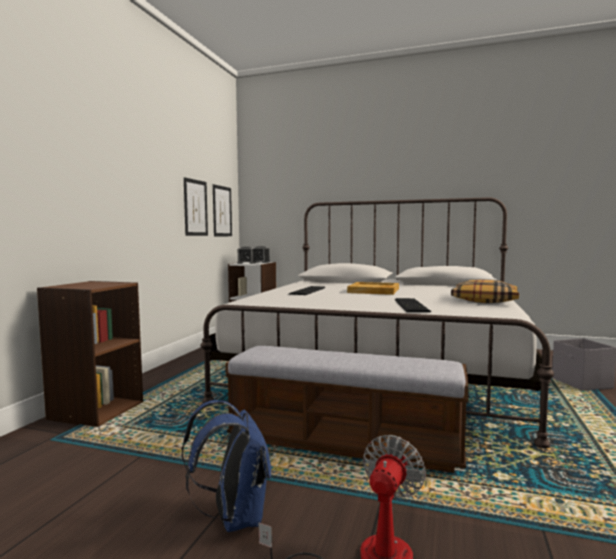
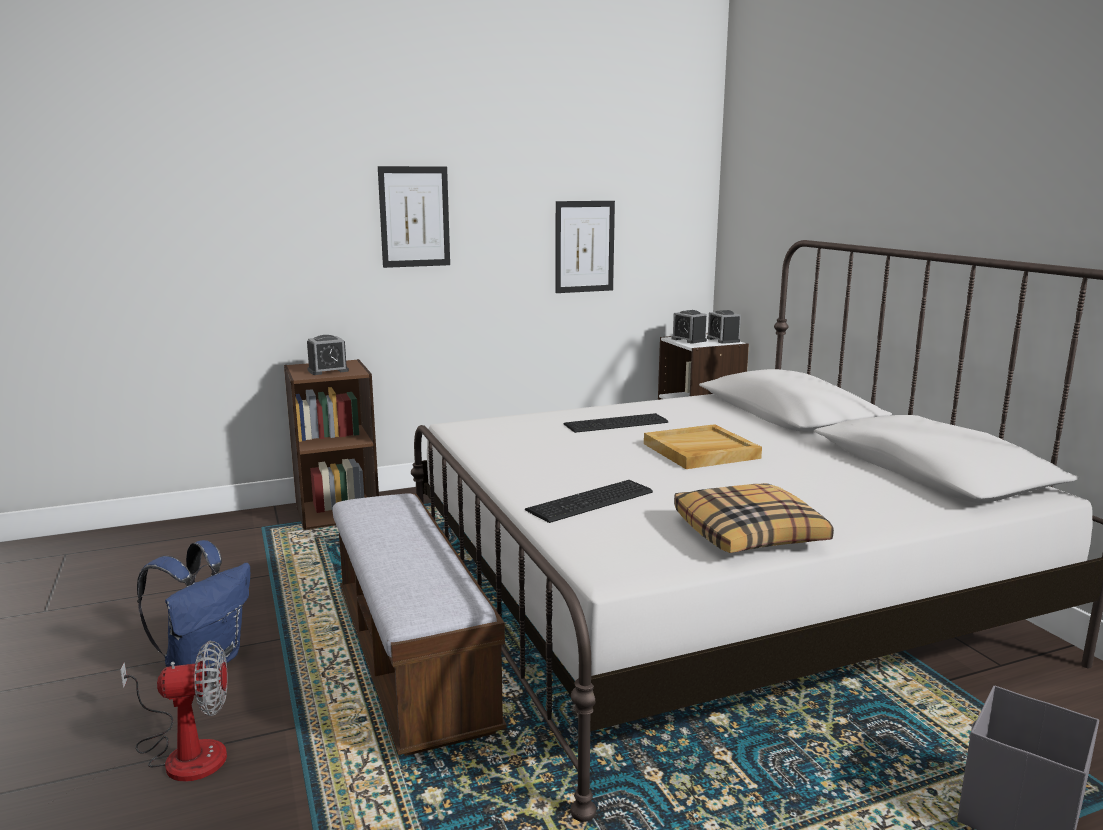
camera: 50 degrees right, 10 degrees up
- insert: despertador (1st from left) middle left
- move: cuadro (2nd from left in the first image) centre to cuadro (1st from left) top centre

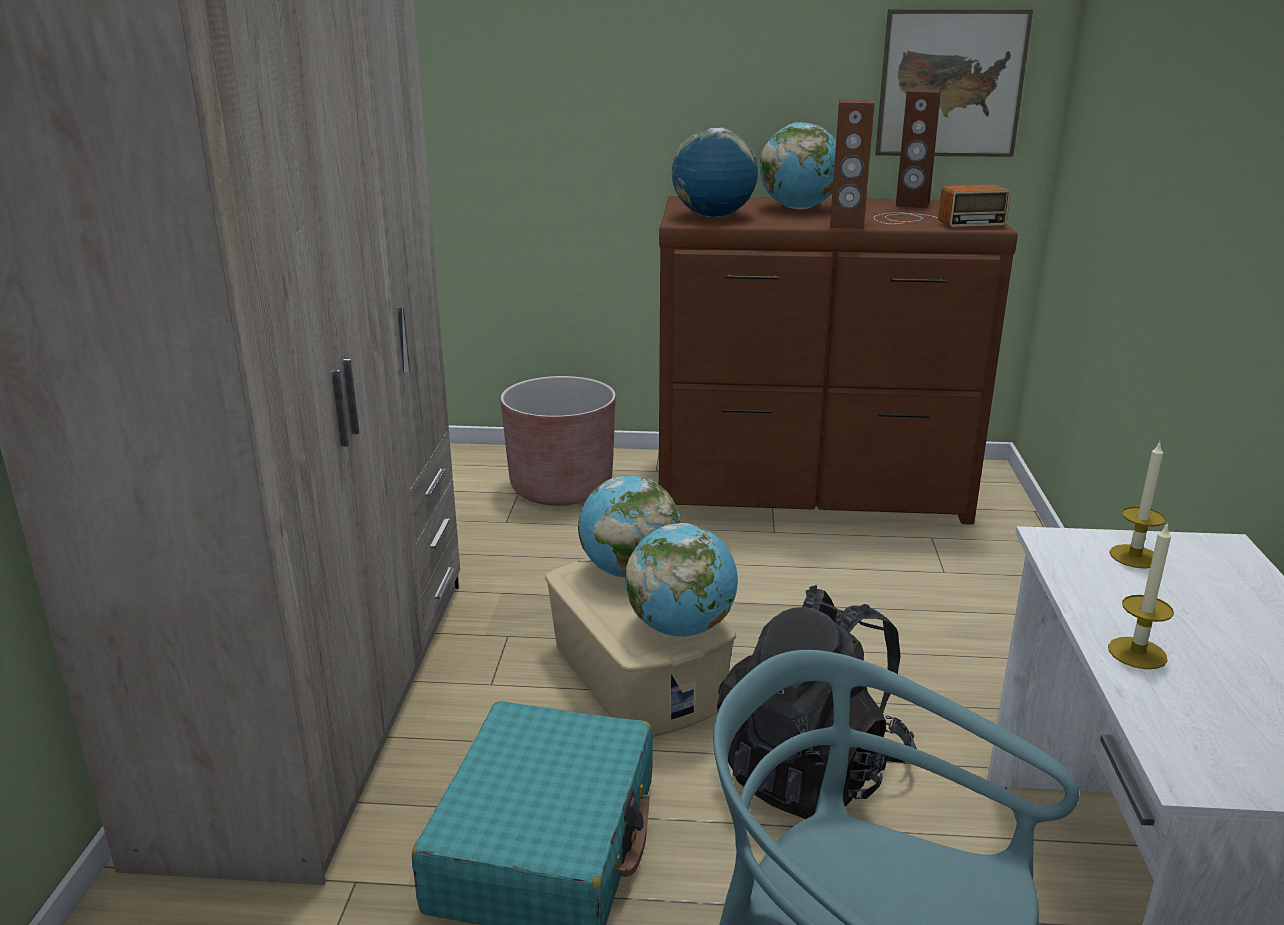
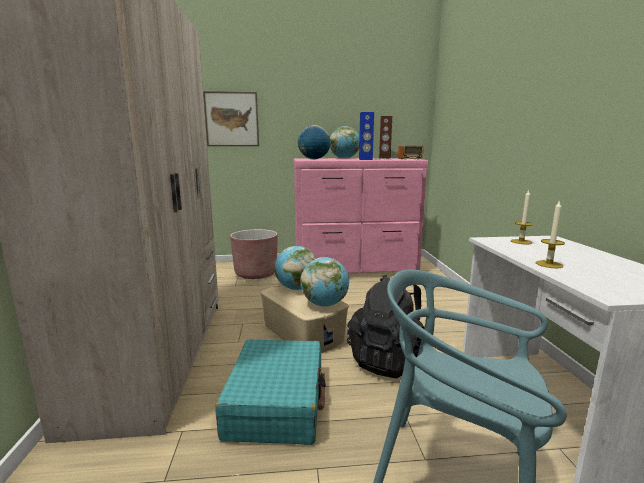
camera: 10 degrees left, 10 degrees down
- move: cuadro top right to top centre
- recolor: cómoda [marrón] centre to cómoda [rosa] centre
- recolor: altavoz [marrón] (1st from left) top centre to altavoz [azul] top centre

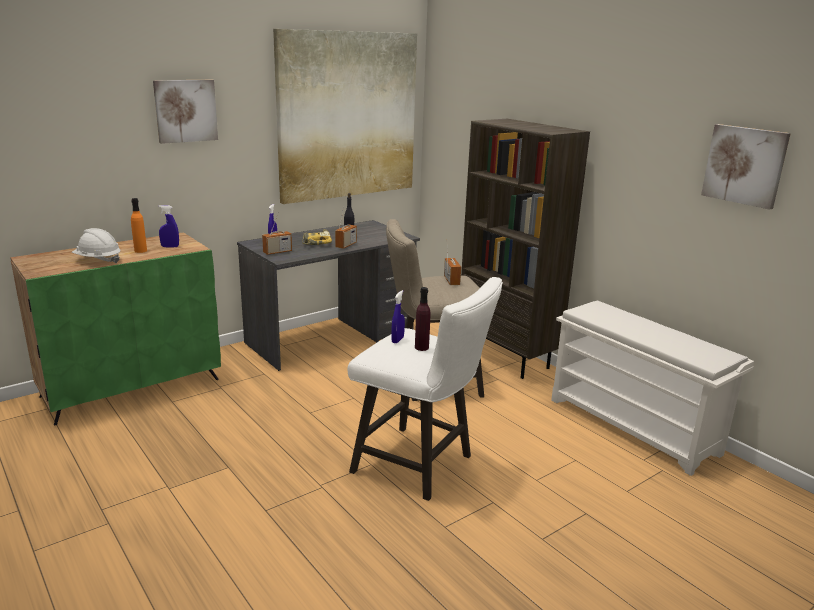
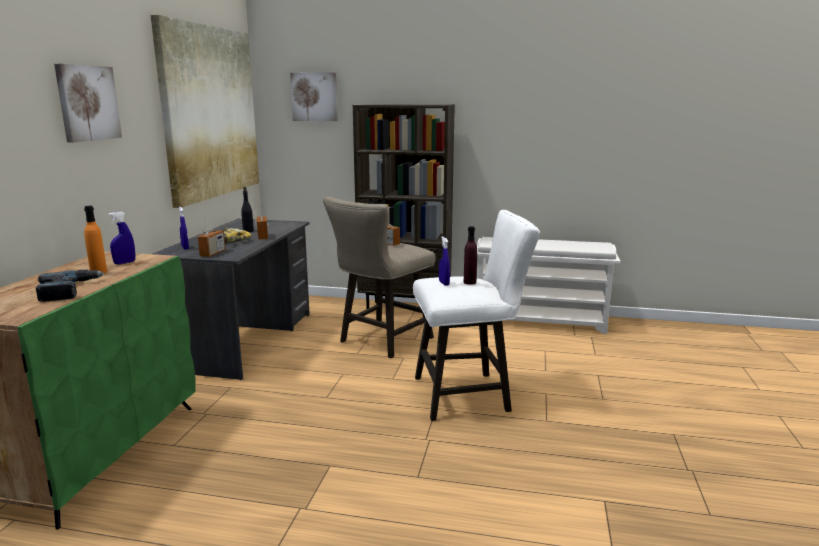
camera: 40 degrees left, 5 degrees down
- move: cuadro (3rd from left) top right to top centre
- replace: casco [blanco] middle left to taladro (1st from left) middle left

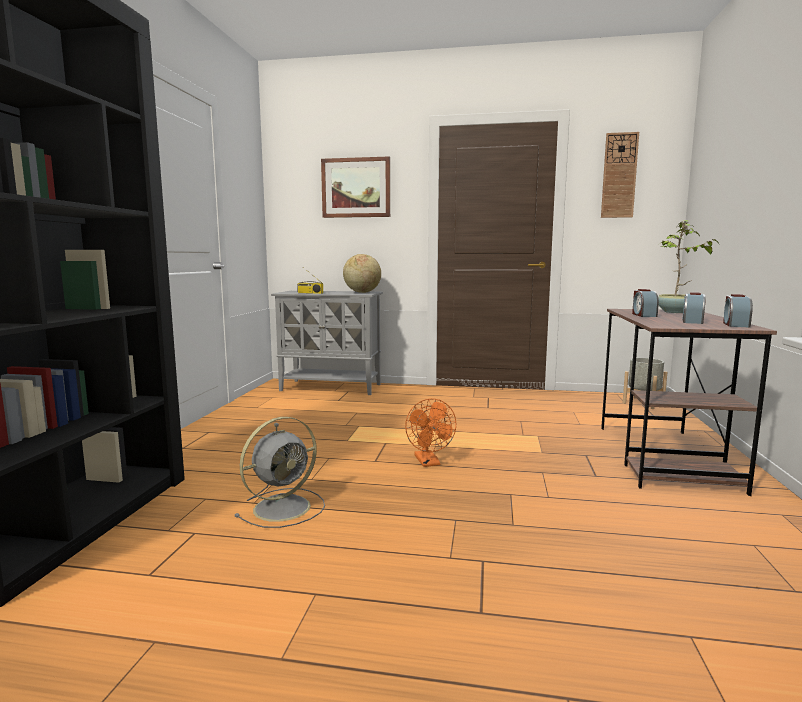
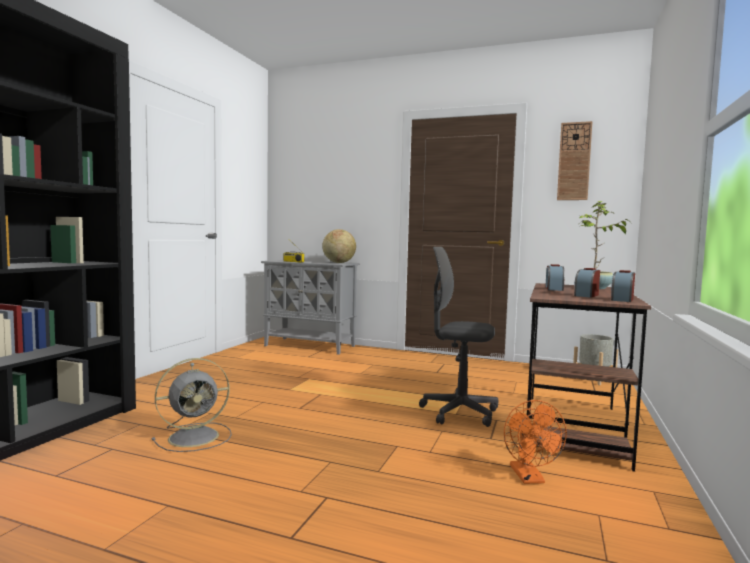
camera: 10 degrees right, 5 degrees down
- delete: cuadro top centre
- insert: silla de oficina [gris] centre
- move: ventilador [naranja] centre to bottom right

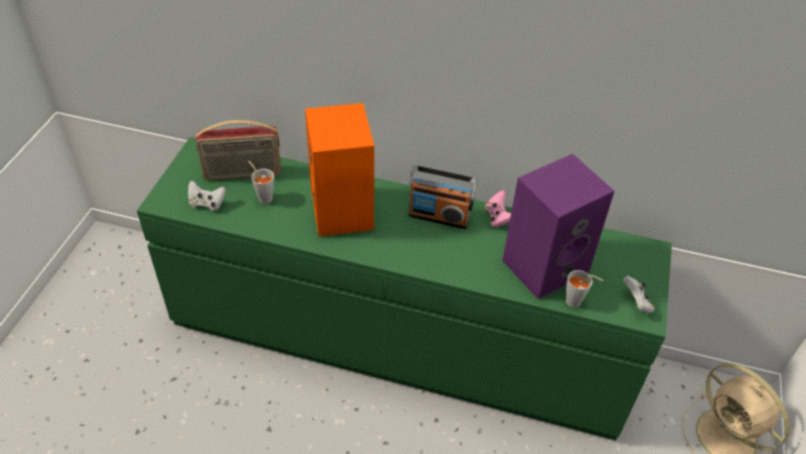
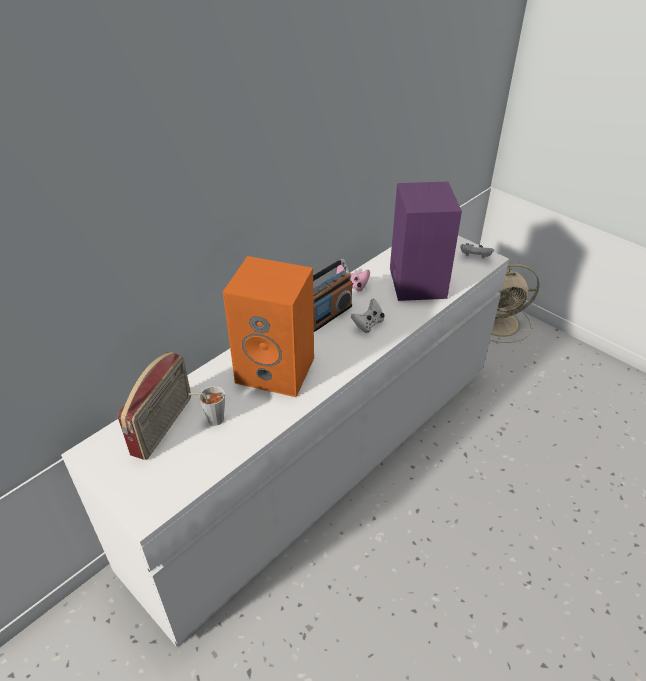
camera: 60 degrees left, 5 degrees down
- delete: taza [gris] (2nd from left) middle right
- move: mando de consola [blanco] (1st from left) middle left to centre
- recolor: cómoda [verde] centre to cómoda [blanco] centre

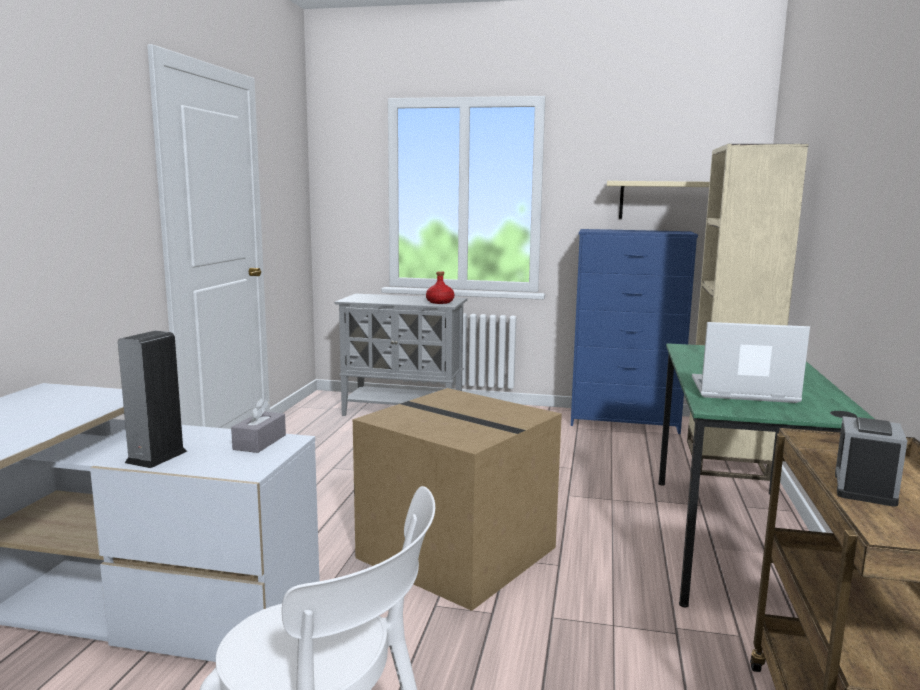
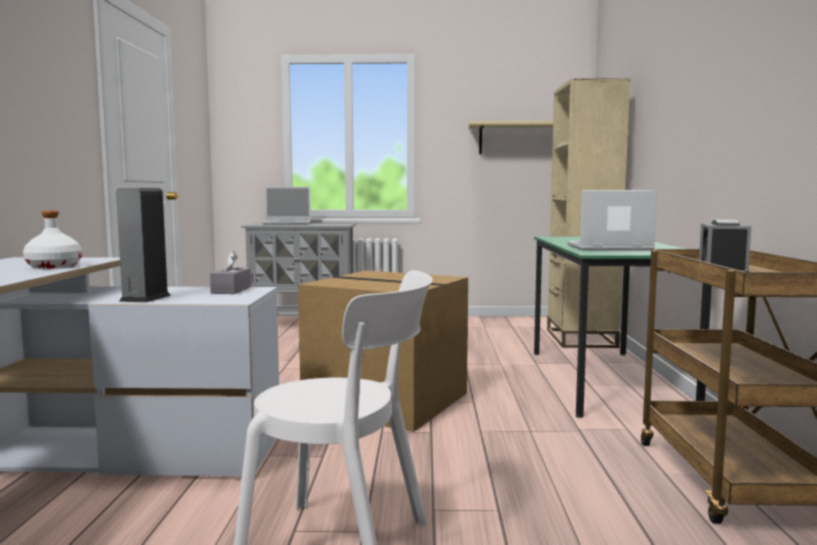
camera: 10 degrees left, 5 degrees down
- delete: botella [rojo] centre
- delete: cómoda [azul] middle right
- insert: botella [blanco] middle left
- insert: portátil (1st from left) centre

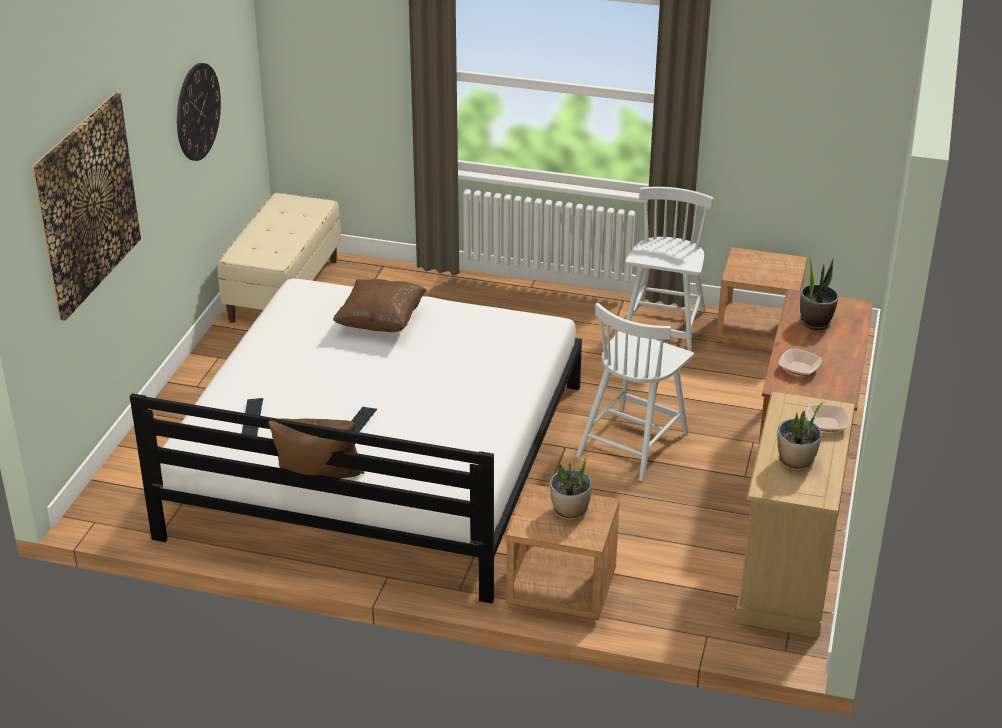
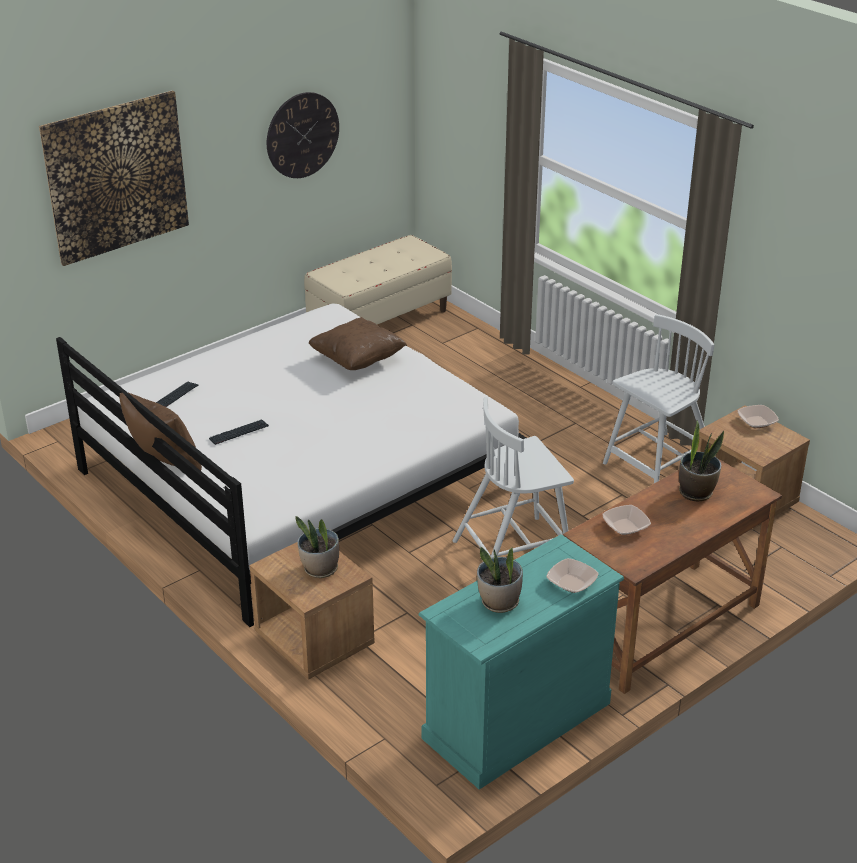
camera: 35 degrees right, 0 degrees up
- insert: cuenco (3rd from left) middle right
- recolor: cómoda [beis] bottom right to cómoda [turquesa] bottom centre

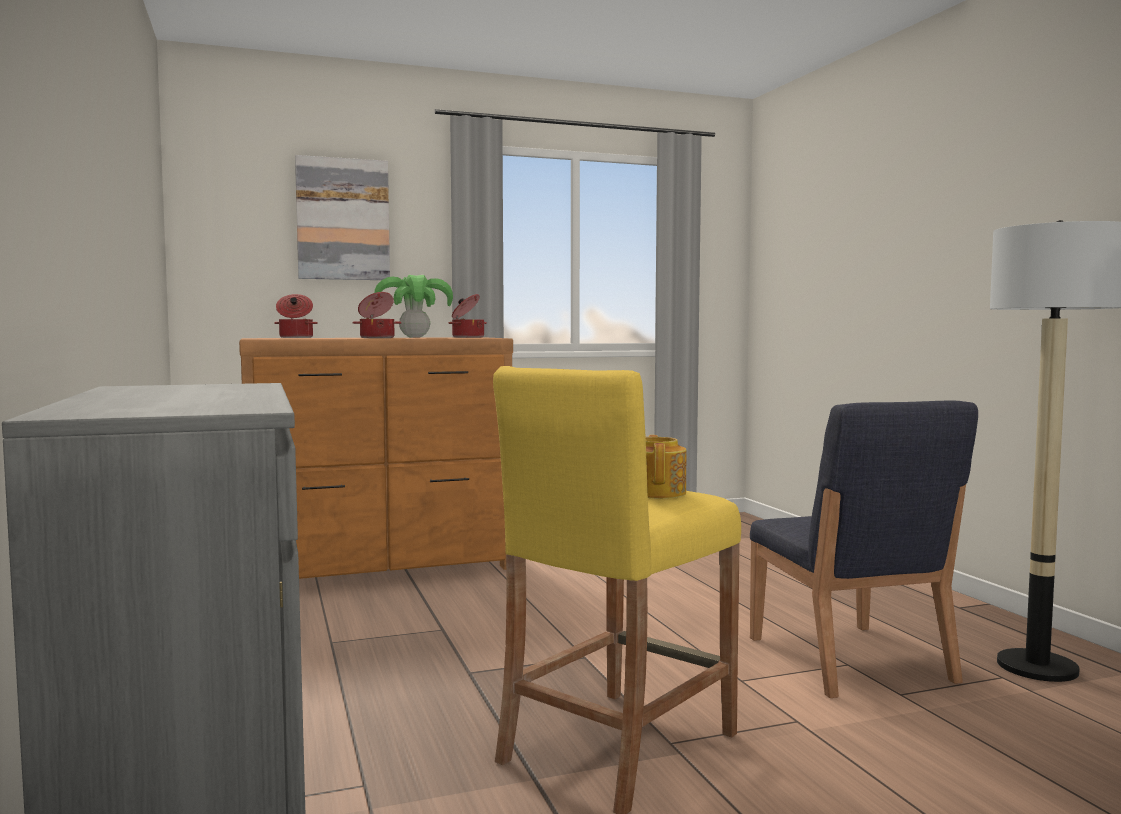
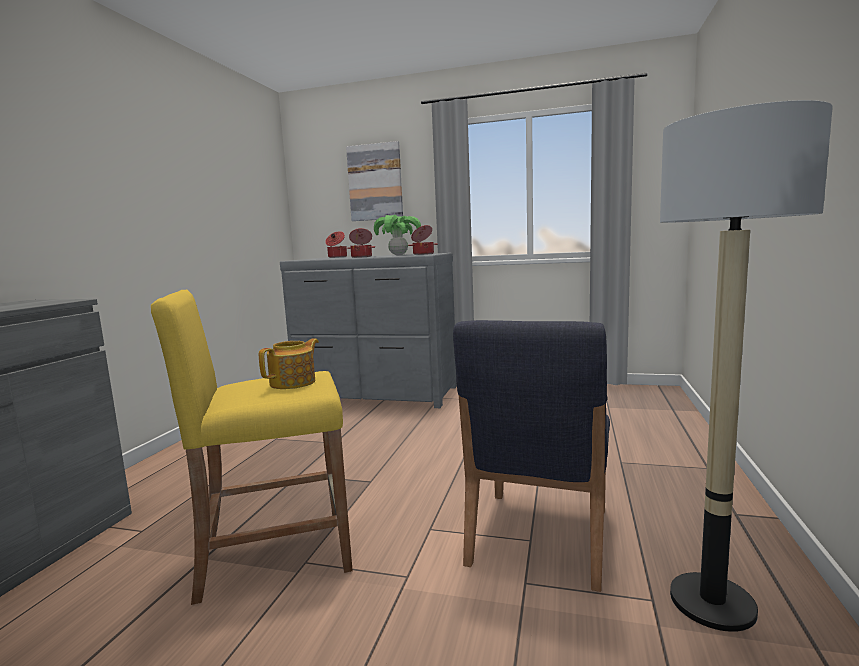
camera: 35 degrees right, 5 degrees up
- recolor: cómoda [marrón] centre to cómoda [gris] centre

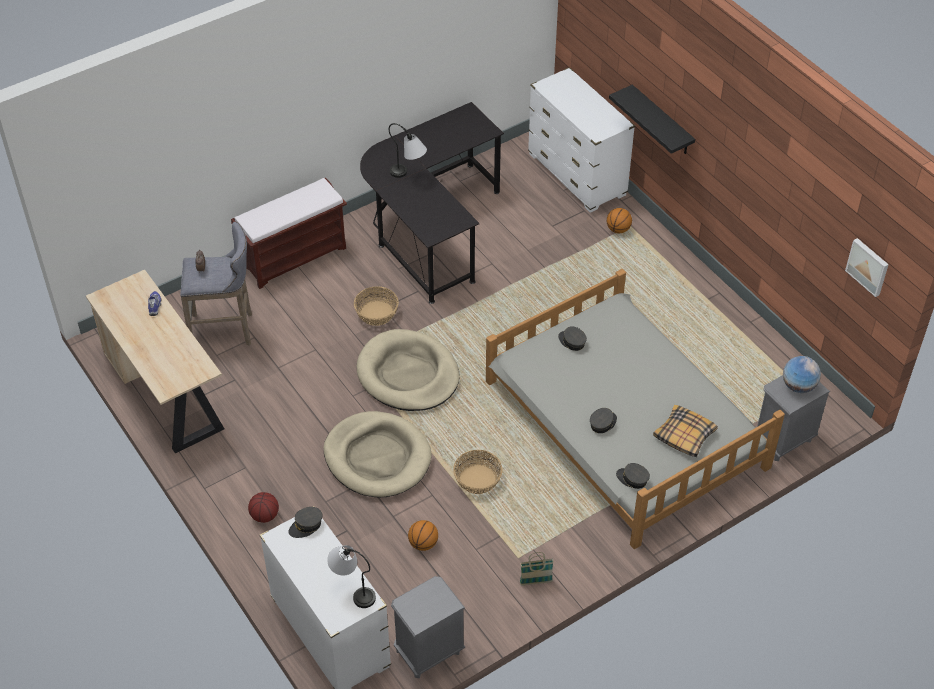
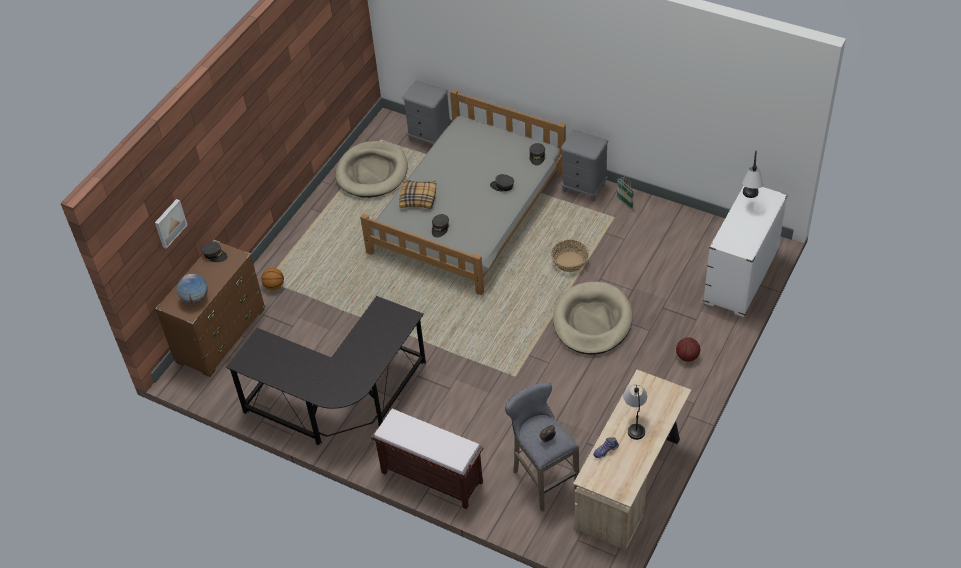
camera: 115 degrees left, 0 degrees up
- delete: cesta (1st from left) centre
- delete: balón de baloncesto (2nd from left) bottom centre
- delete: estante [negro] top right
- move: gorra [gris] (1st from left) bottom left to middle left
- move: cama para perro [beis] (2nd from left in the first image) centre to cama para perro [beis] (1st from left) top centre
- move: lámpara de mesa (2nd from left in the first image) top centre to lámpara de mesa (1st from left) bottom centre
- move: mesita de noche [gris] (1st from left in the first image) bottom centre to mesita de noche [gris] (2nd from left) top centre
- move: cojín middle right to centre
- move: globo terráqueo middle right to middle left
- move: cuadro middle right to middle left
- recolor: cómoda [blanco] (2nd from left) top centre to cómoda [marrón] middle left

